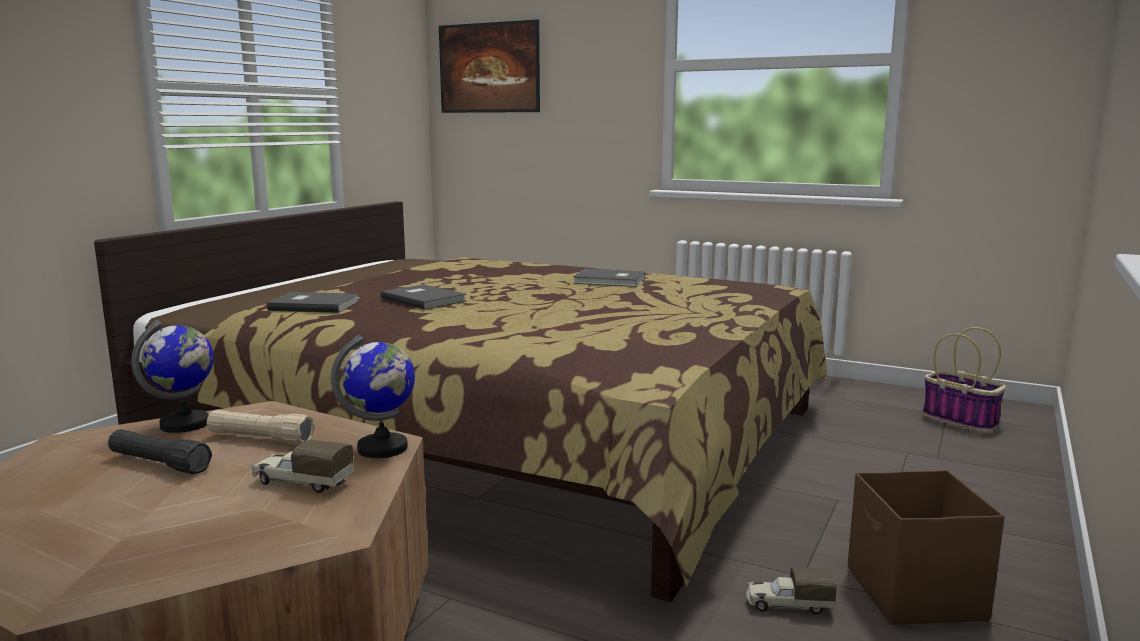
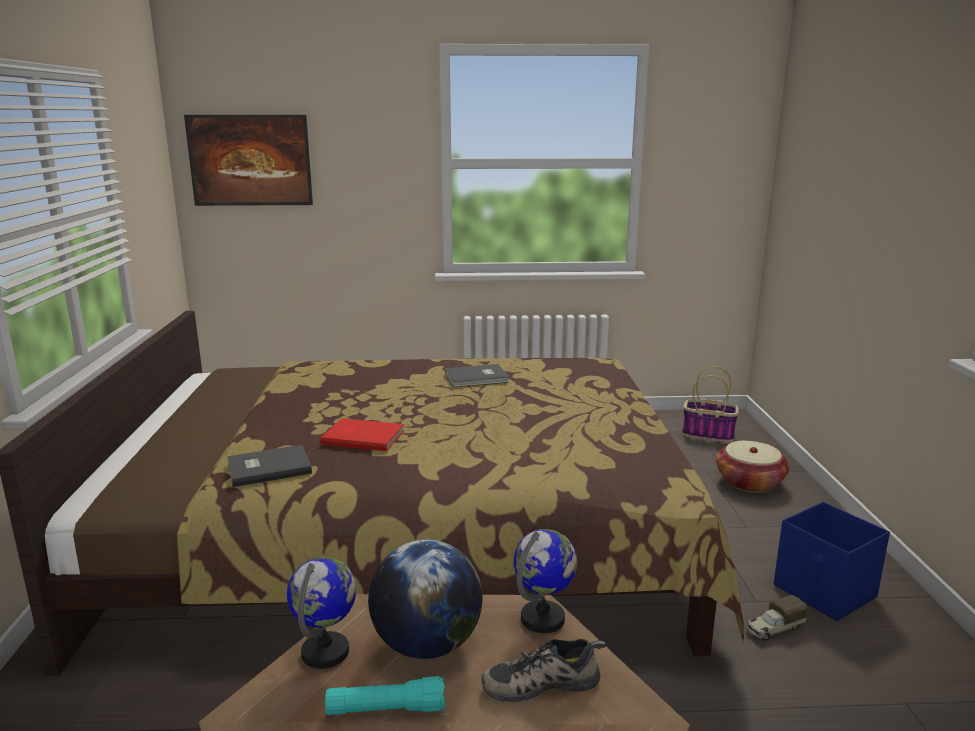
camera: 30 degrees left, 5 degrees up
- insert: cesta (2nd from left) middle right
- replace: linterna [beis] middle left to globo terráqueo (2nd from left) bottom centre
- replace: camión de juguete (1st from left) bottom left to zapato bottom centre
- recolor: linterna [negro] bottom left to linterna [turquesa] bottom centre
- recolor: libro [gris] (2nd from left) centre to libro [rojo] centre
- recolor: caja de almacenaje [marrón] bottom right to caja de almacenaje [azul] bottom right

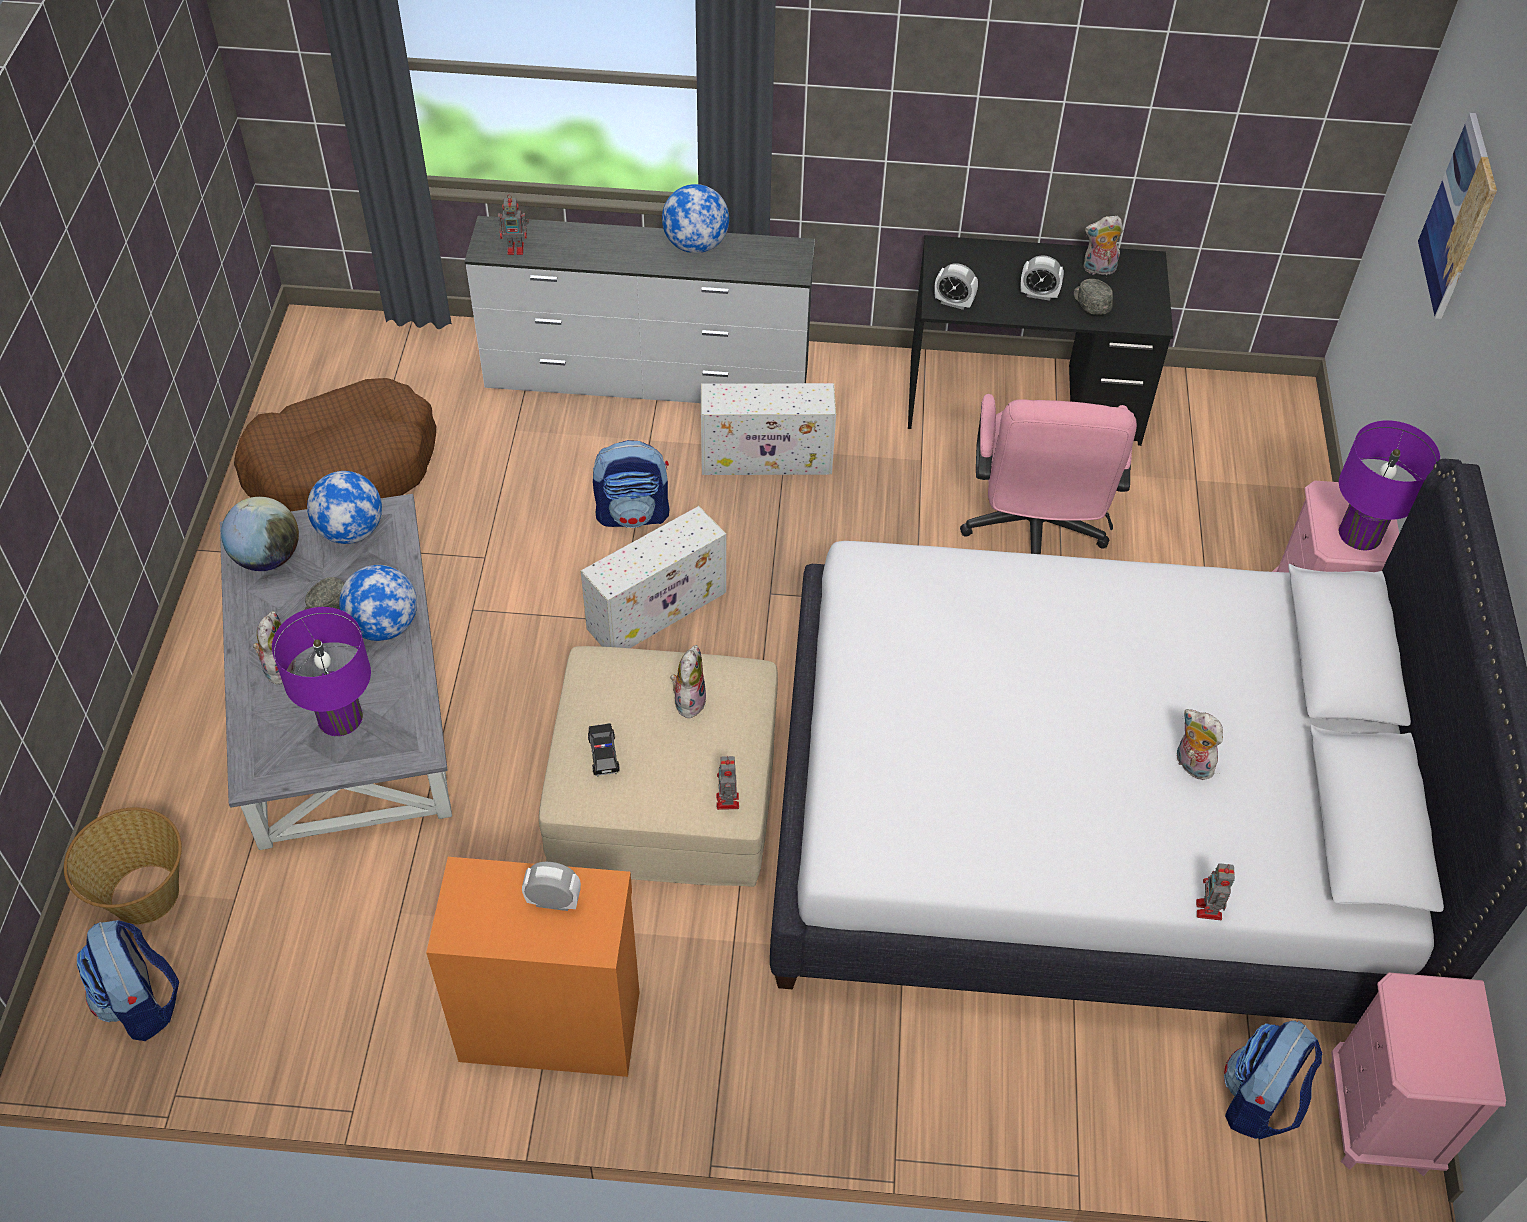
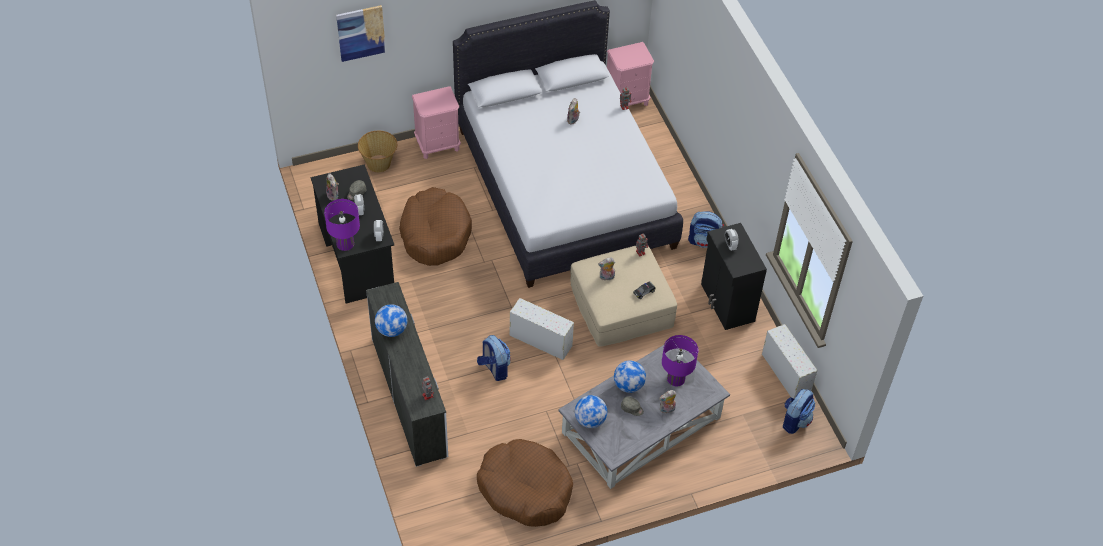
camera: 115 degrees left, 0 degrees up
- delete: globo terráqueo (1st from left) middle left
- move: cesta bottom left to top centre
- move: caja de almacenaje [blanco] (2nd from left) centre to middle right
- move: mochila (3rd from left in the first image) bottom right to mochila (2nd from left) centre
- move: lámpara de mesa [morado] (2nd from left in the first image) middle right to lámpara de mesa [morado] (1st from left) middle left
- replace: silla de oficina [rosa] middle right to cama para perro [marrón] (1st from left) centre
- recolor: armario [naranja] bottom centre to armario [negro] centre

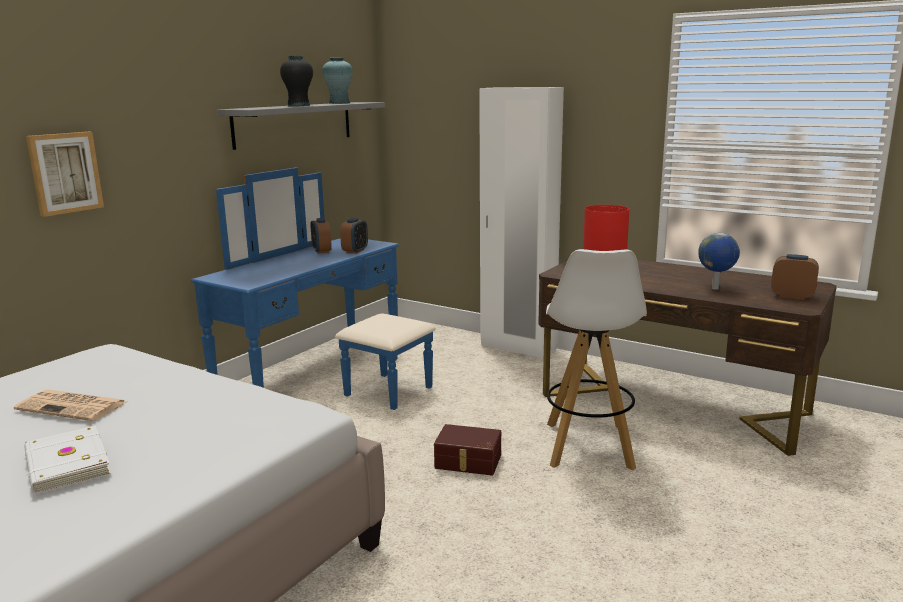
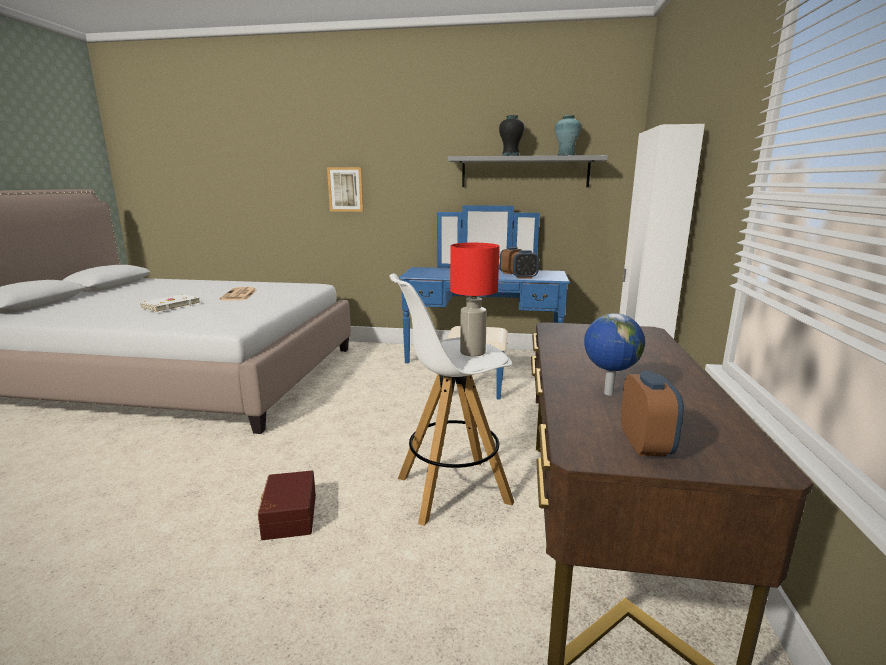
camera: 65 degrees right, 0 degrees up
- move: caja de almacenaje [marrón] bottom centre to bottom left

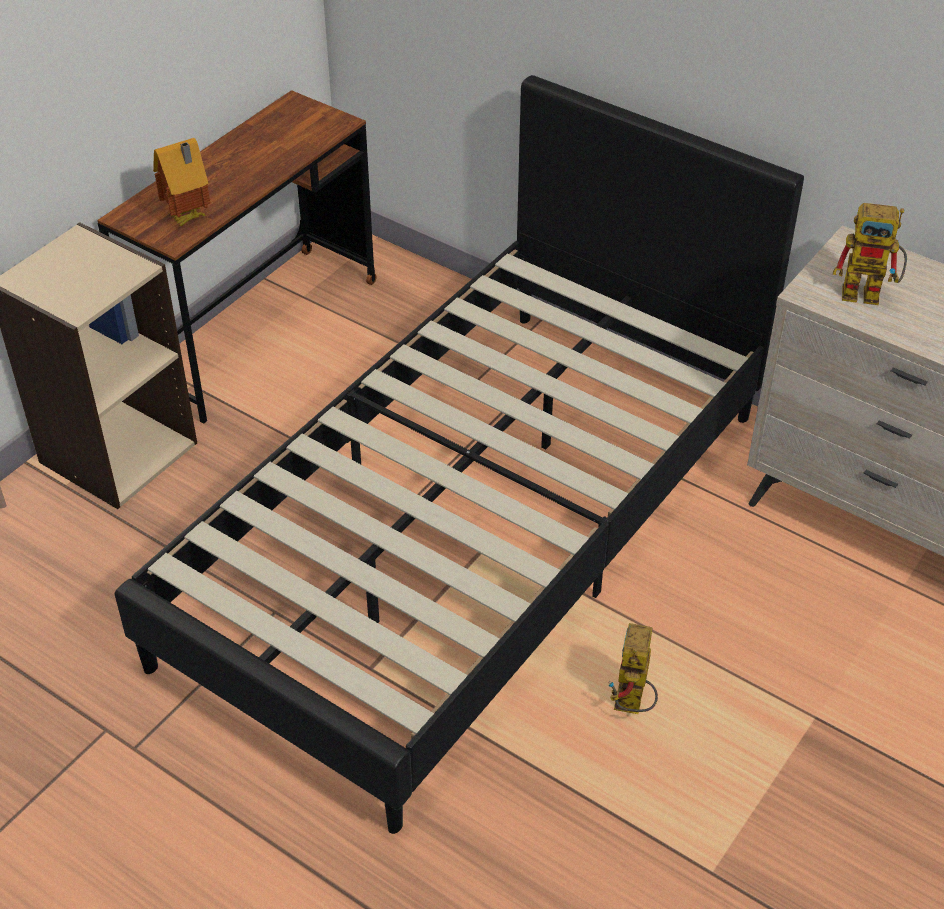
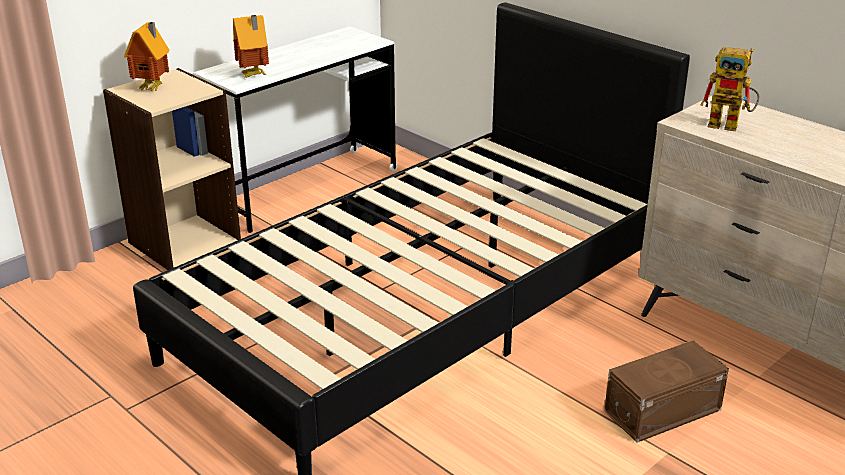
camera: 10 degrees right, 15 degrees down
- delete: robot de juguete (1st from left) bottom right
- insert: casita (1st from left) top left
- insert: caja de almacenaje [marrón] bottom right
- recolor: escritorio [marrón] top left to escritorio [blanco] top centre

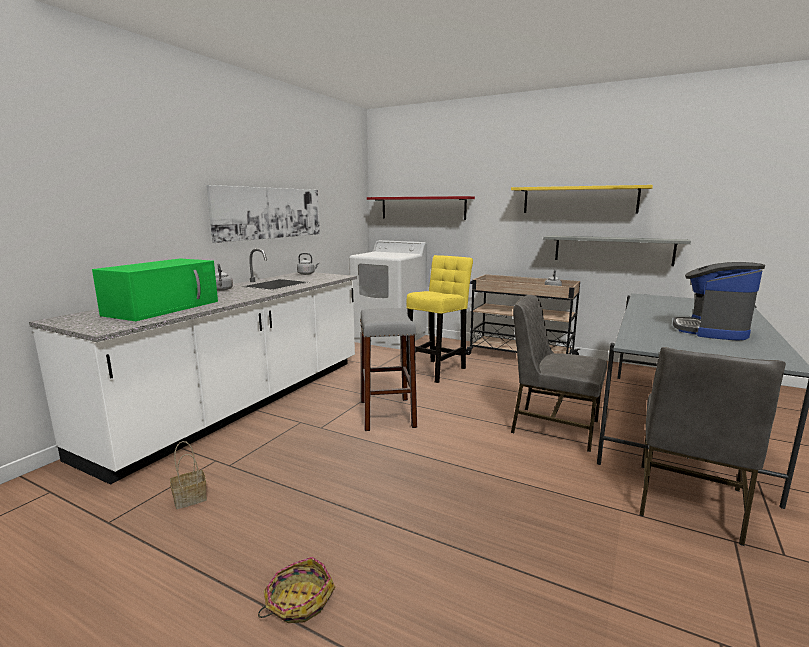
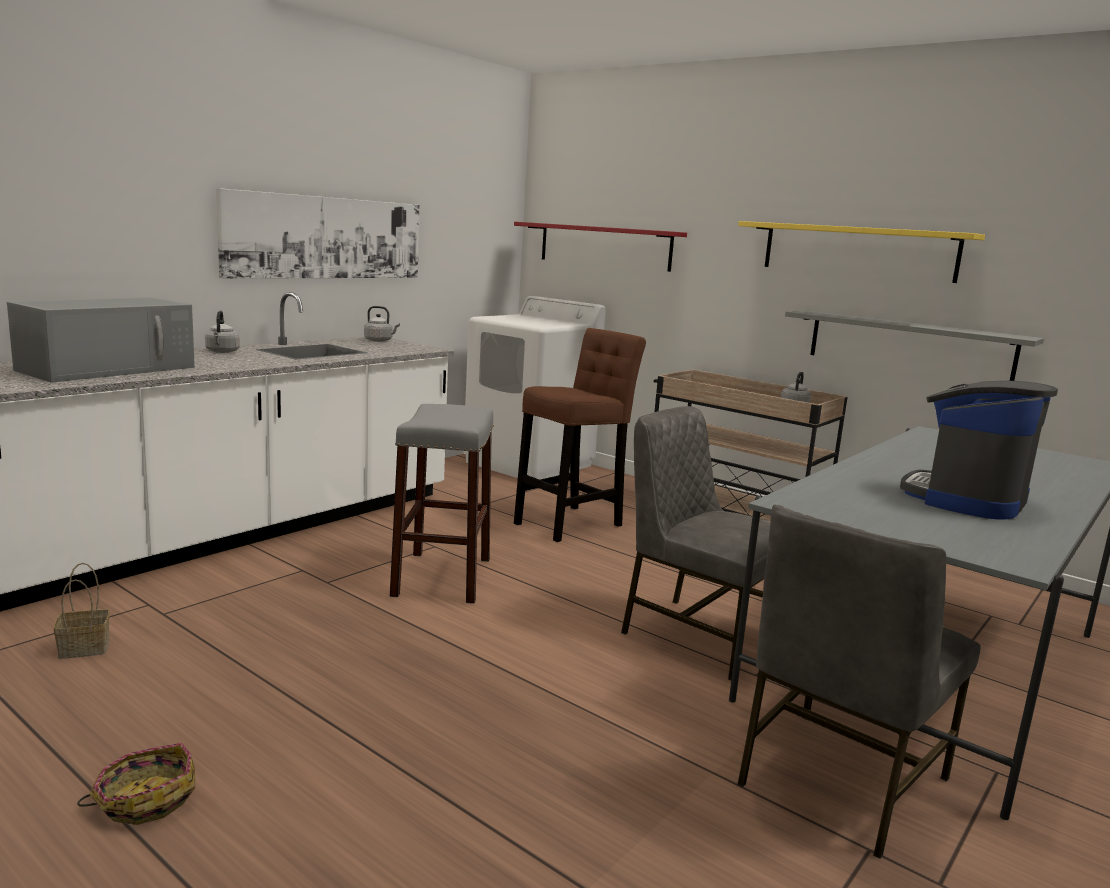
camera: 10 degrees right, 0 degrees up
- recolor: microondas [verde] middle left to microondas [gris] middle left
- recolor: taburete [amarillo] centre to taburete [marrón] centre

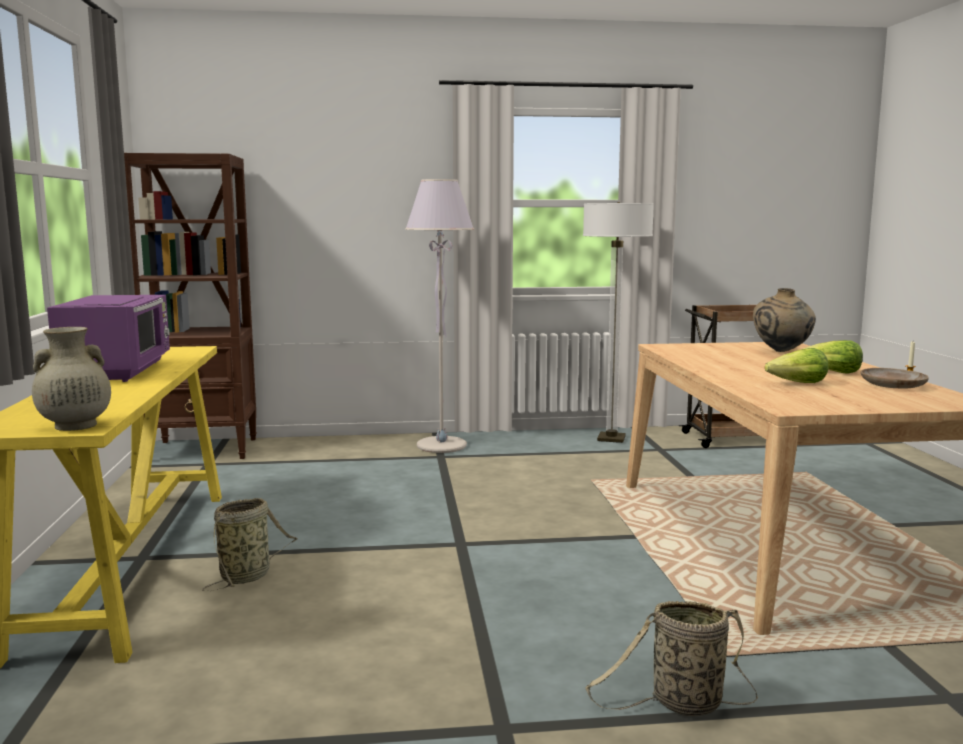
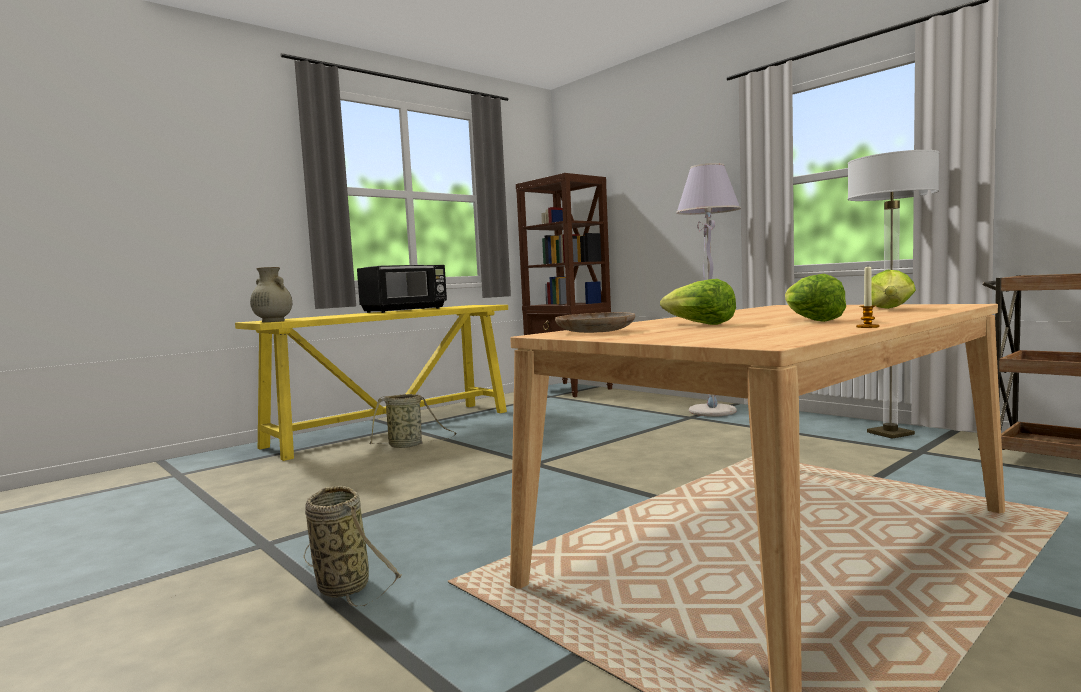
camera: 55 degrees right, 5 degrees down
- move: plato [beis] middle right to centre
- replace: florero [beis] (2nd from left) middle right to lechuga (3rd from left) middle right
- recolor: microondas [morado] middle left to microondas [negro] centre

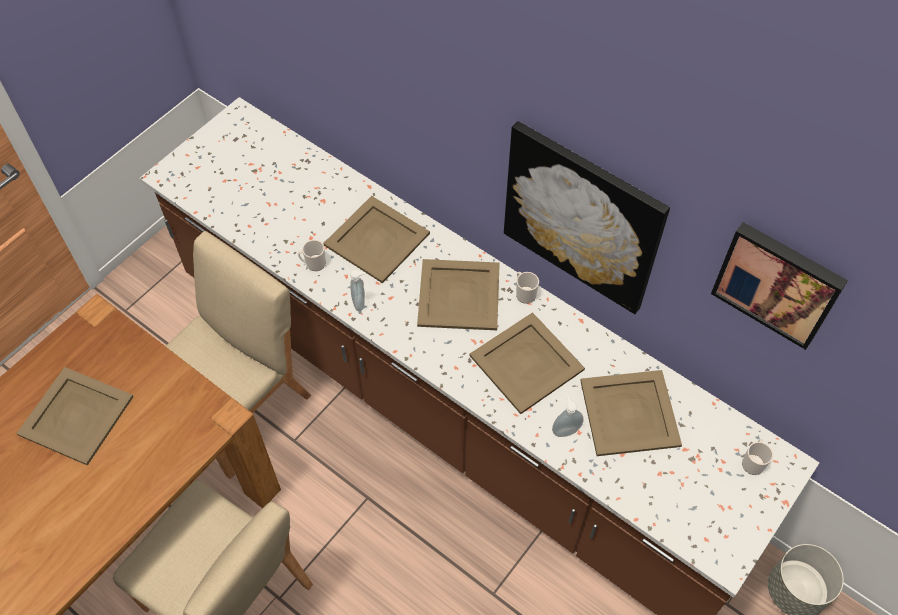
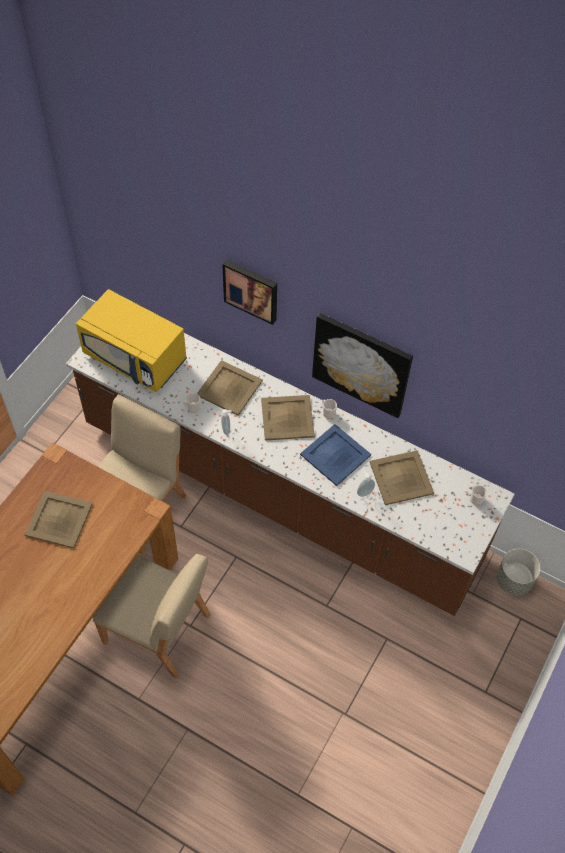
camera: 10 degrees left, 0 degrees up
- insert: microondas [amarillo] middle left
- move: cuadro (2nd from left in the first image) middle right to cuadro (1st from left) centre
- recolor: bandeja [beis] (4th from left) centre to bandeja [azul] centre

